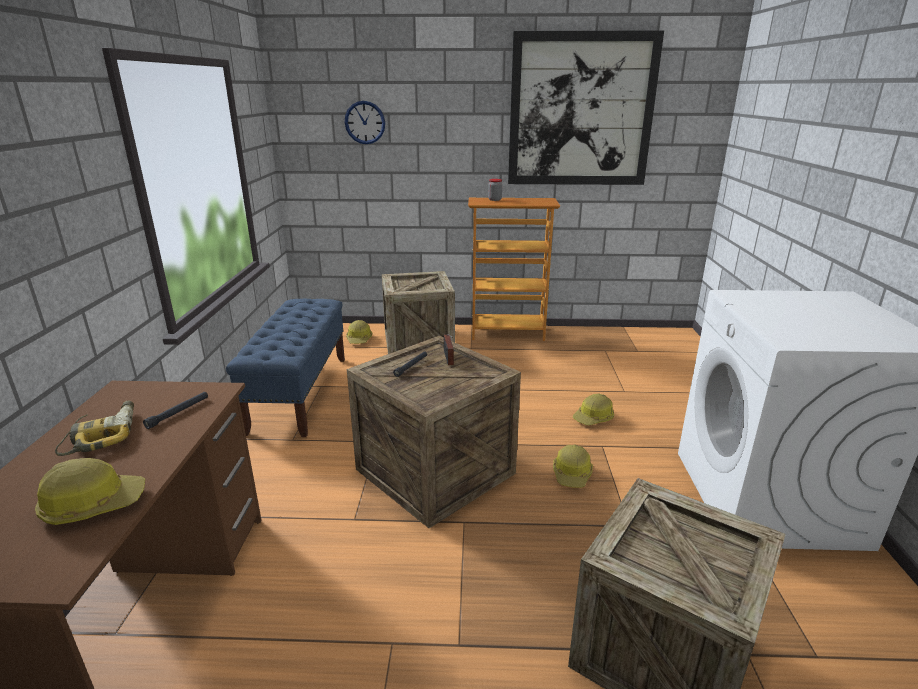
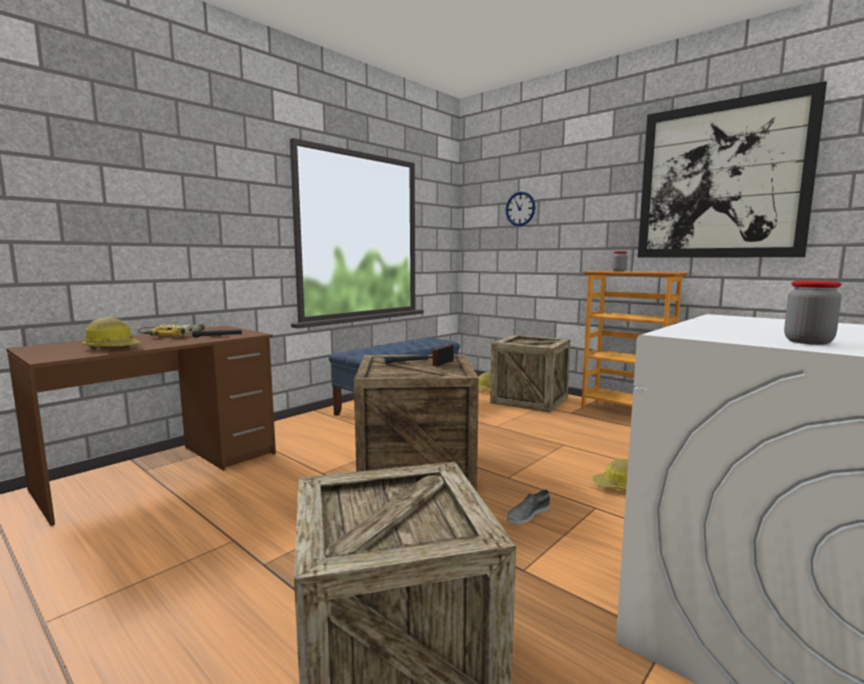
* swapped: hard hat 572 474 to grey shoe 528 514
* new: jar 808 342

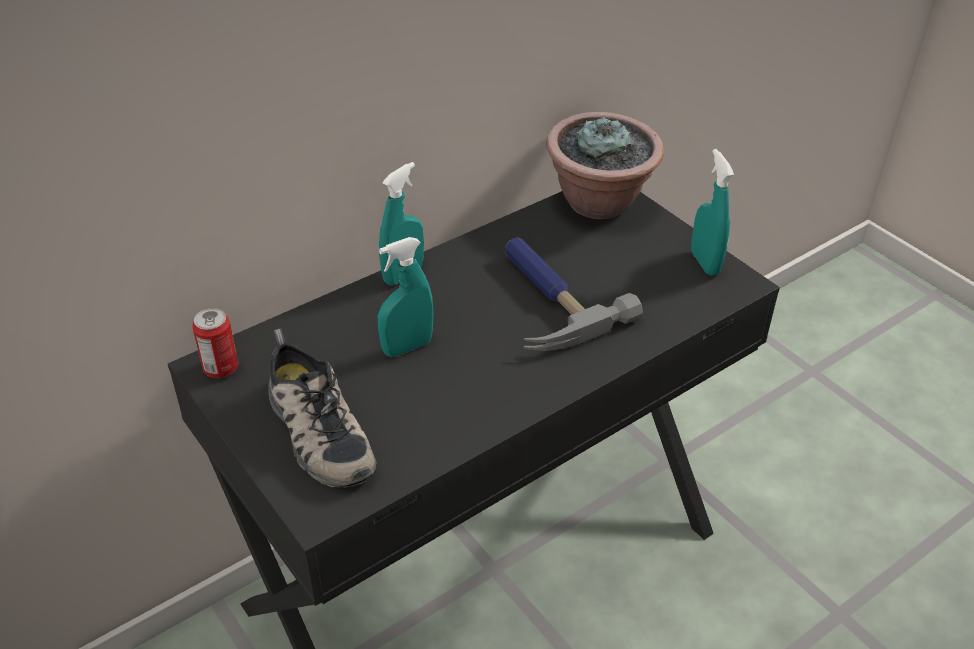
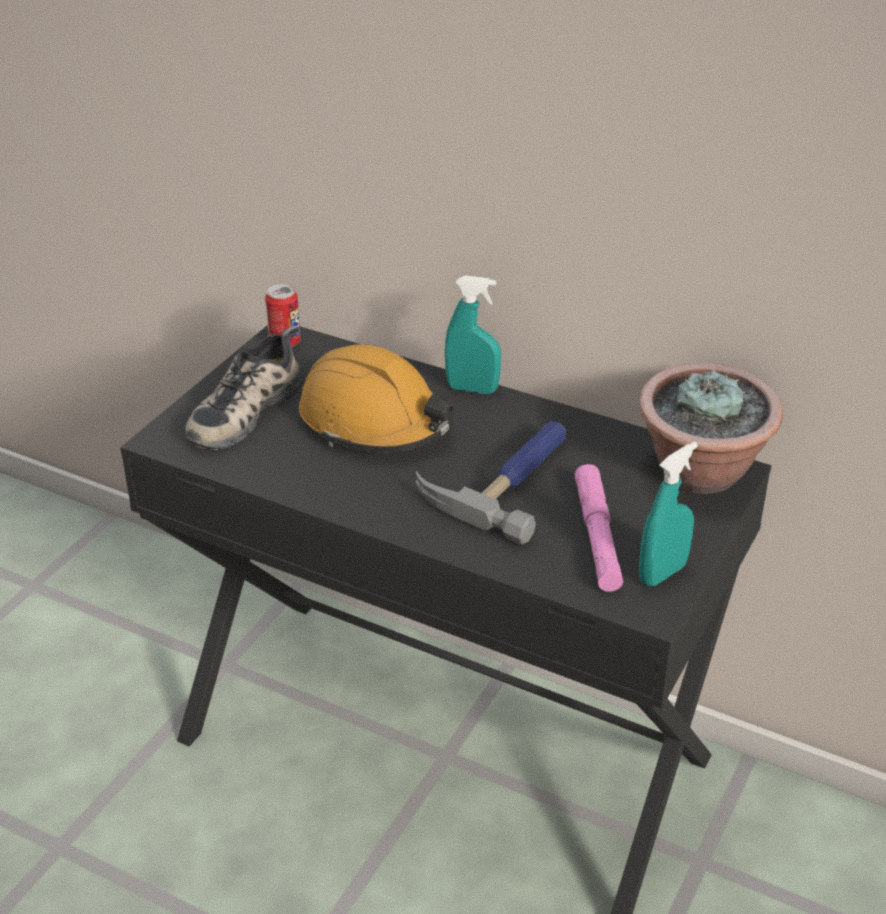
* swapped: turquoise spray bottle 407 347 to orange hard hat 375 422
* new: pink flashlight 597 535

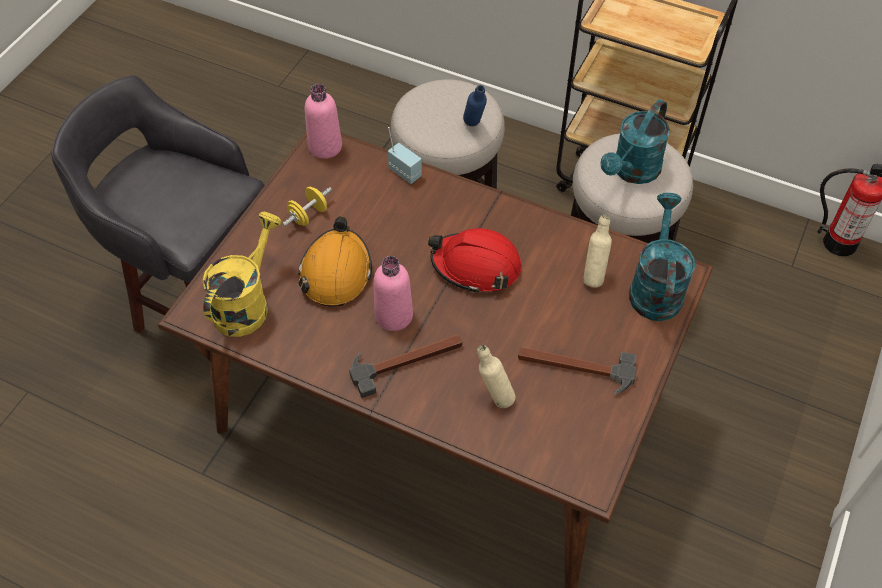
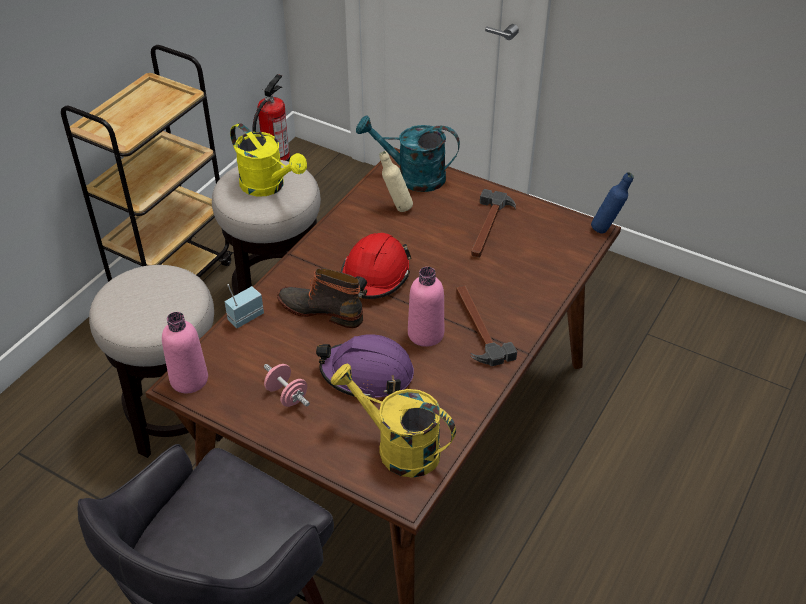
* shifted: blue bottle 474 127 to 606 229
* repainted: turquoise watering can 632 172 to yellow watering can 268 186
* repainted: yellow dumbbell 308 215 to pink dumbbell 287 395
* repainted: orange hard hat 336 272 to purple hard hat 367 374
* gone: beige bottle 494 398
* new: boot 321 309

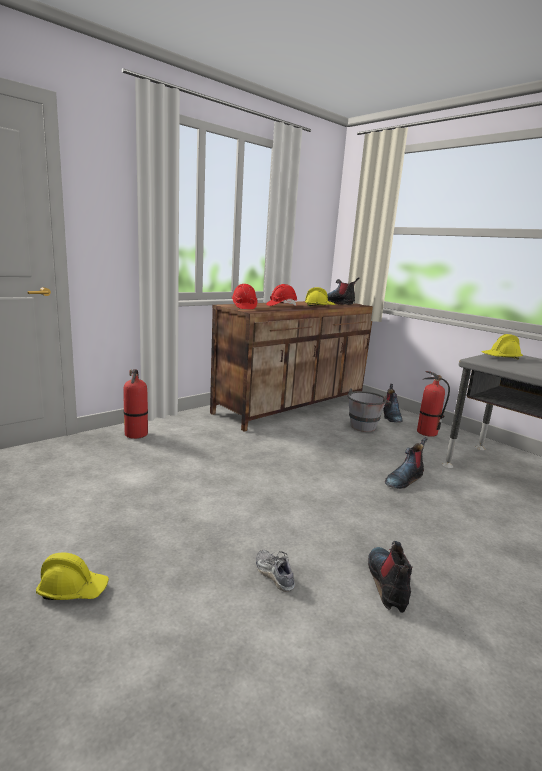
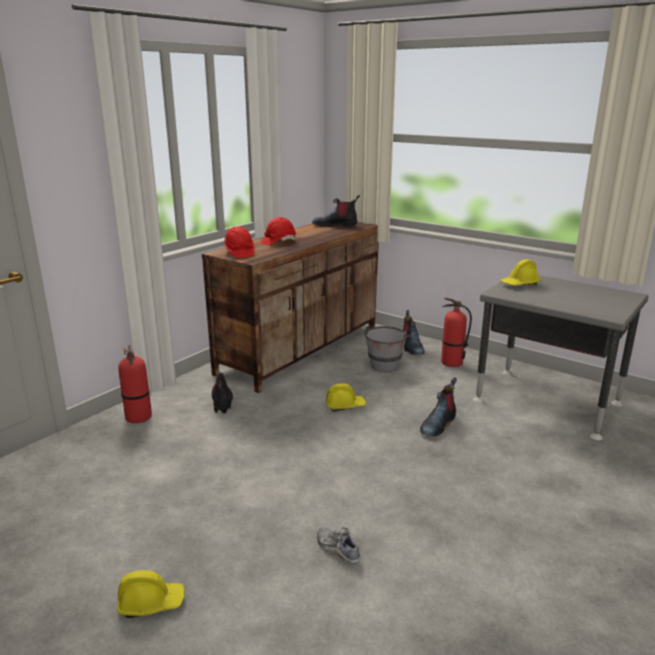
* shifted: yellow hard hat 319 306 to 345 405
* shifted: boot 388 584 to 222 402

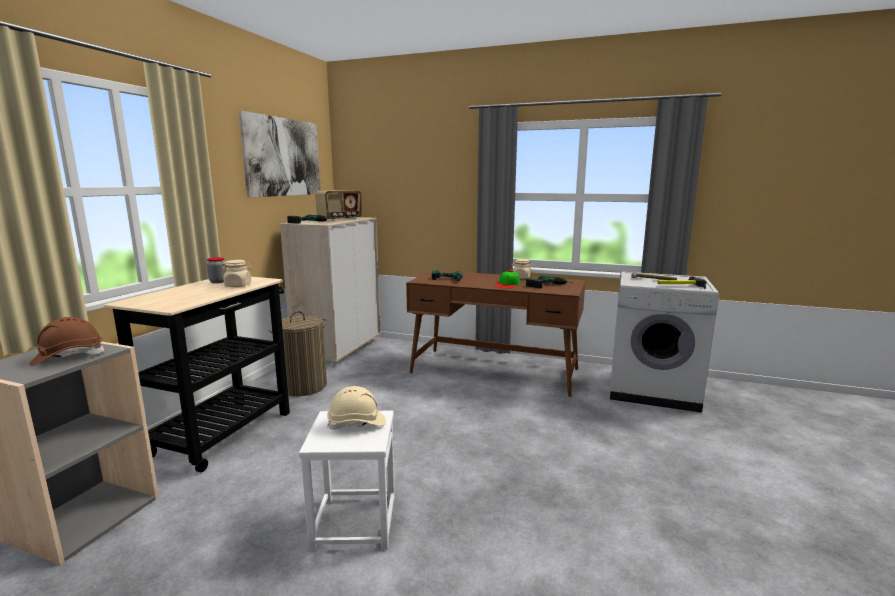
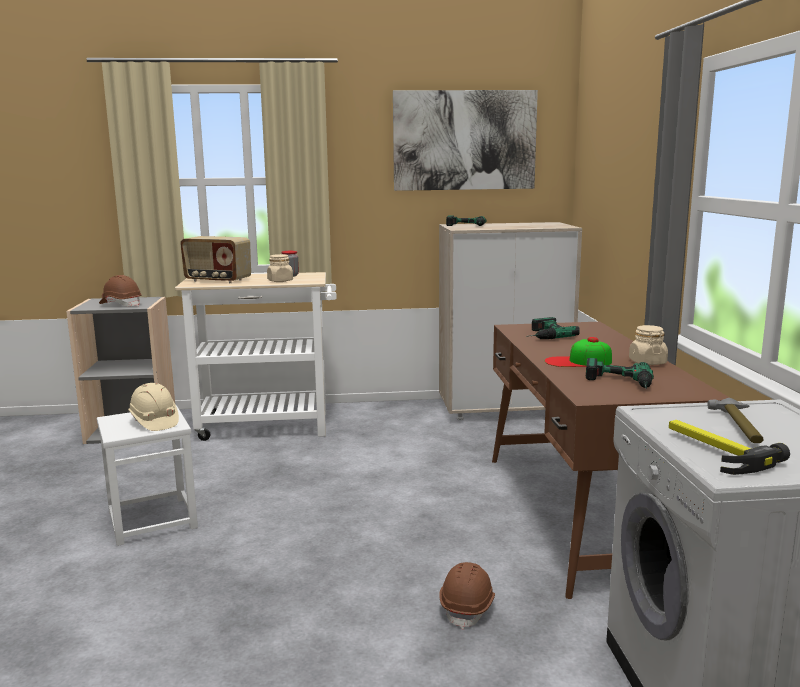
* shifted: radio 340 219 to 217 280
* repainted: black cart 223 433 to white cart 266 426
* gone: laundry basket 303 386
* new: brown hard hat 468 607

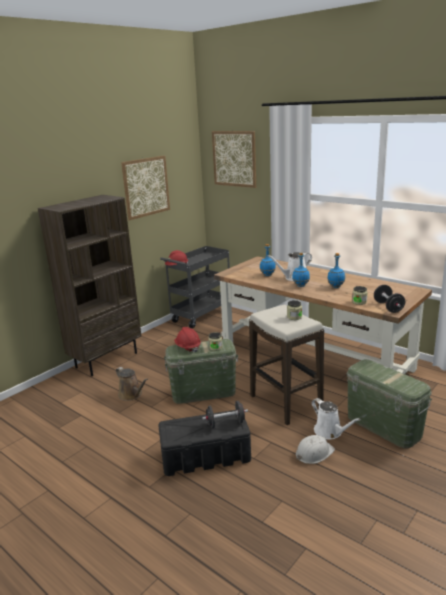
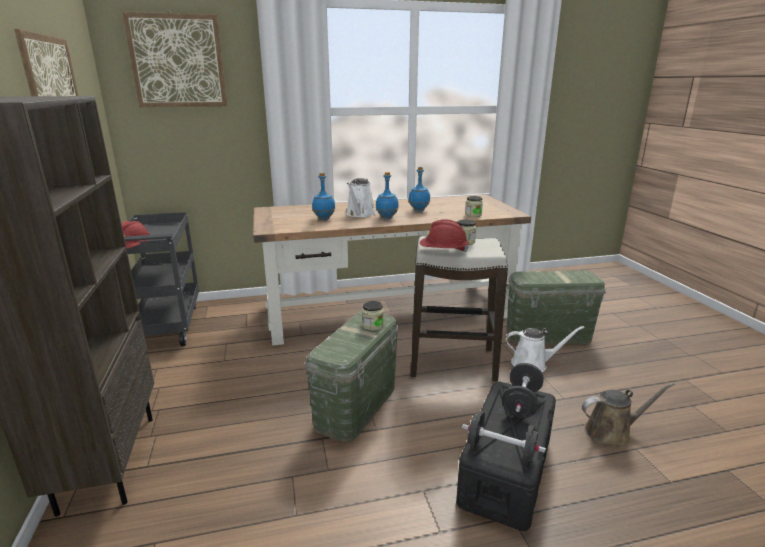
* shifted: black dumbbell 388 307 to 500 453
* shifted: red hard hat 188 347 to 443 252
* shifted: brown watering can 132 395 to 611 433
* gone: white hard hat 314 453

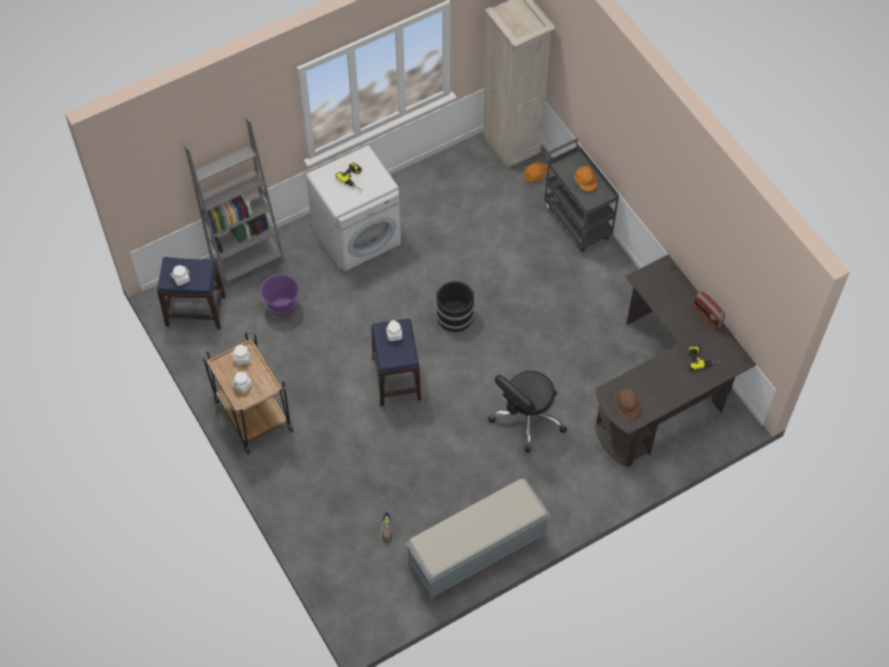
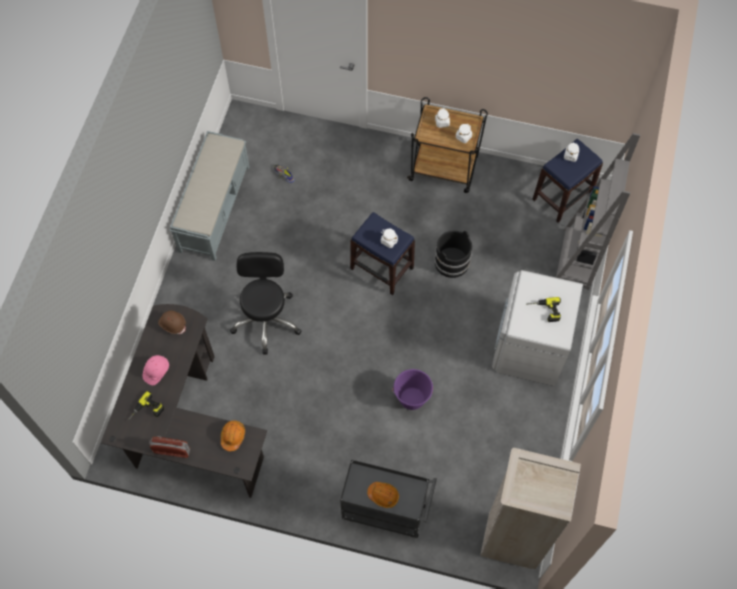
* shifted: orange hard hat 536 174 to 233 436
* shifted: purple bucket 282 307 to 412 399
* shifted: black bucket 455 316 to 451 262
* new: pink hard hat 156 371

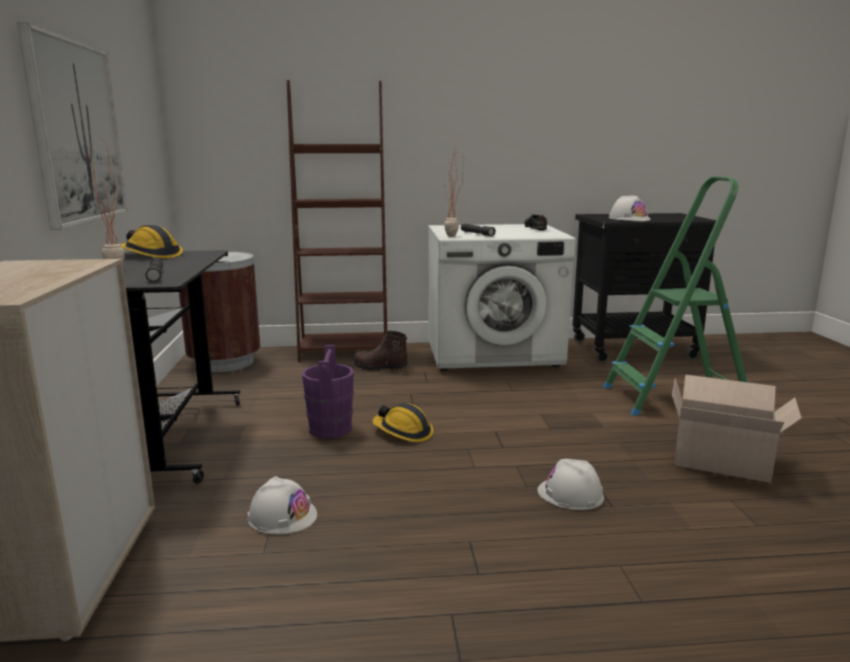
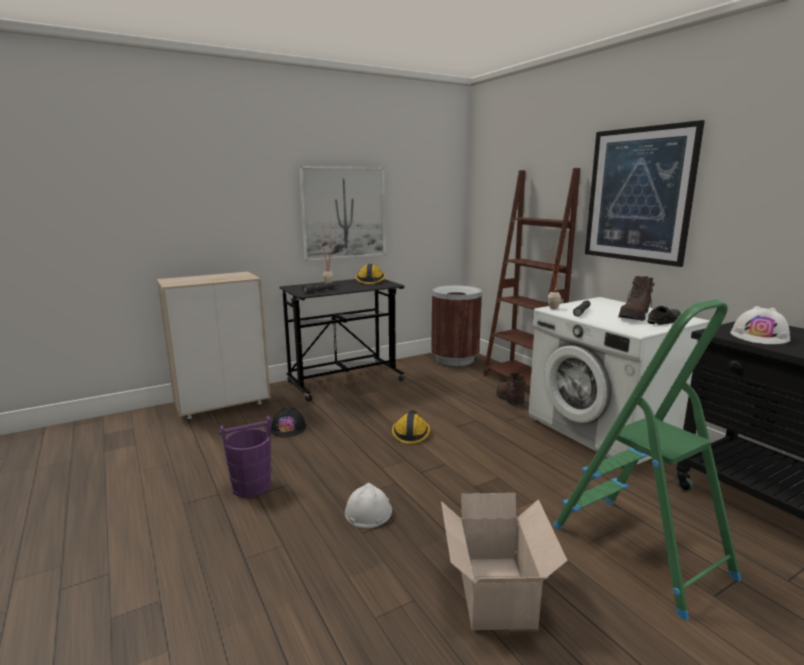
* shifted: purple bucket 330 428 to 252 486
* repainted: white hard hat 282 516 to black hard hat 288 428
* new: picture 638 195
* new: brown boot 635 316

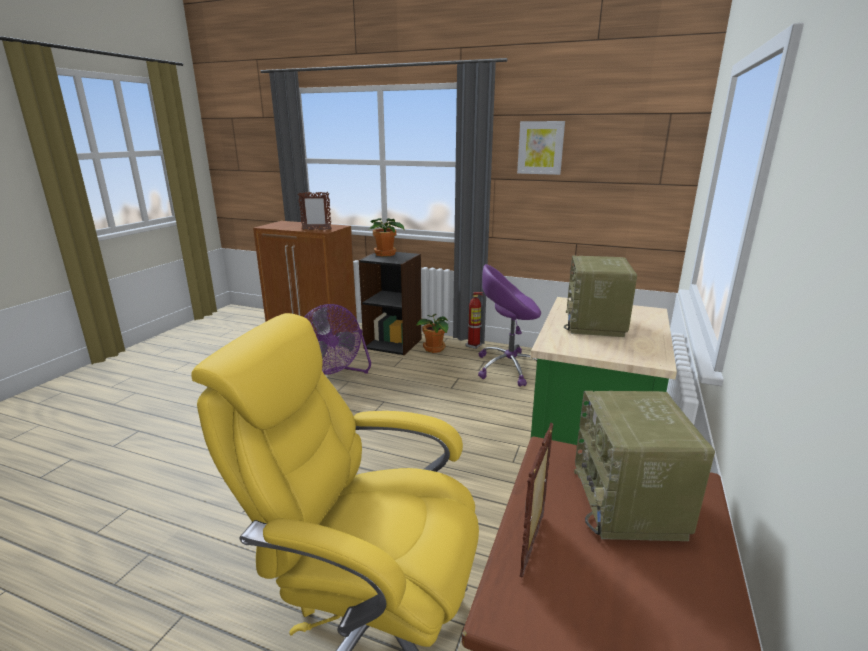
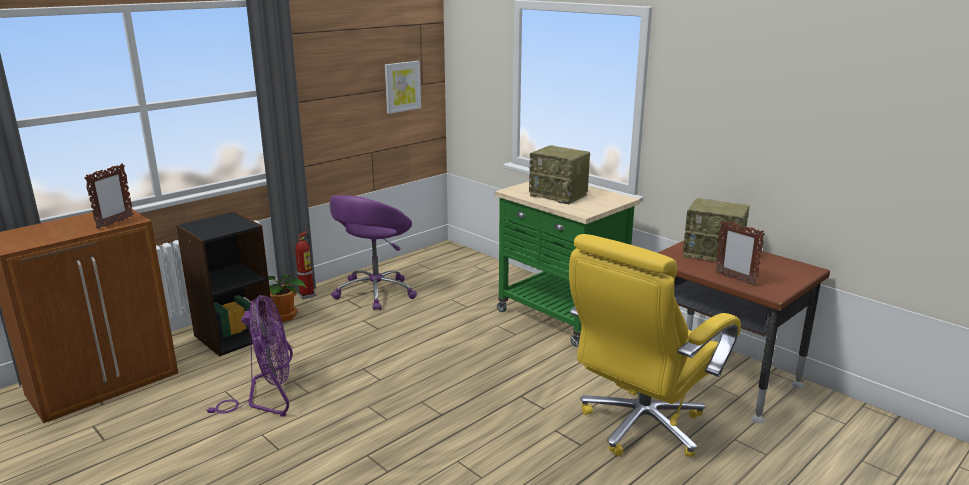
* shifted: picture 540 148 to 402 86
* gone: potted plant 385 254

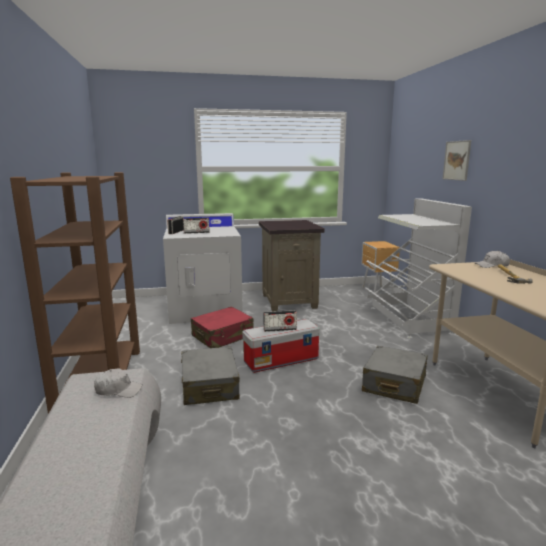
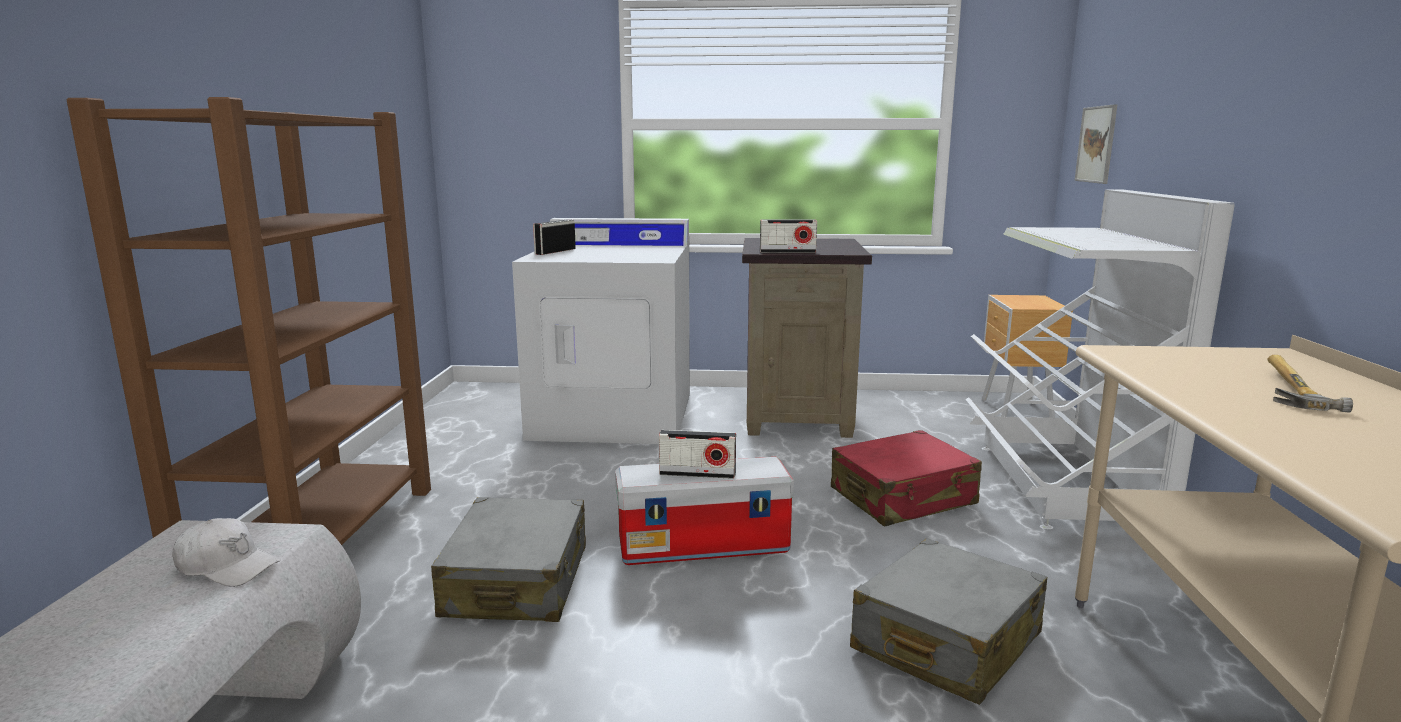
* shifted: picture 456 160 to 1096 144
* shifted: radio 196 232 to 787 252
* gone: white cap 492 265
* shifted: red suitcase 223 336 to 903 497

